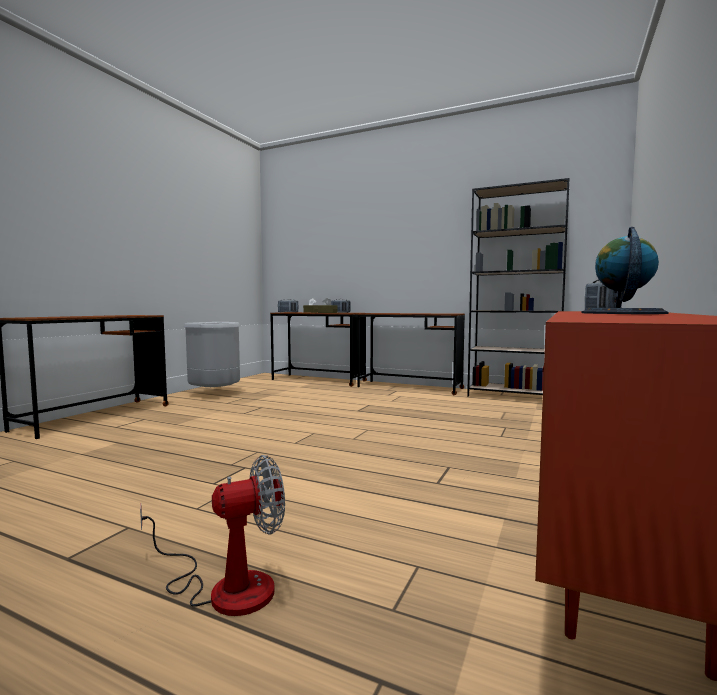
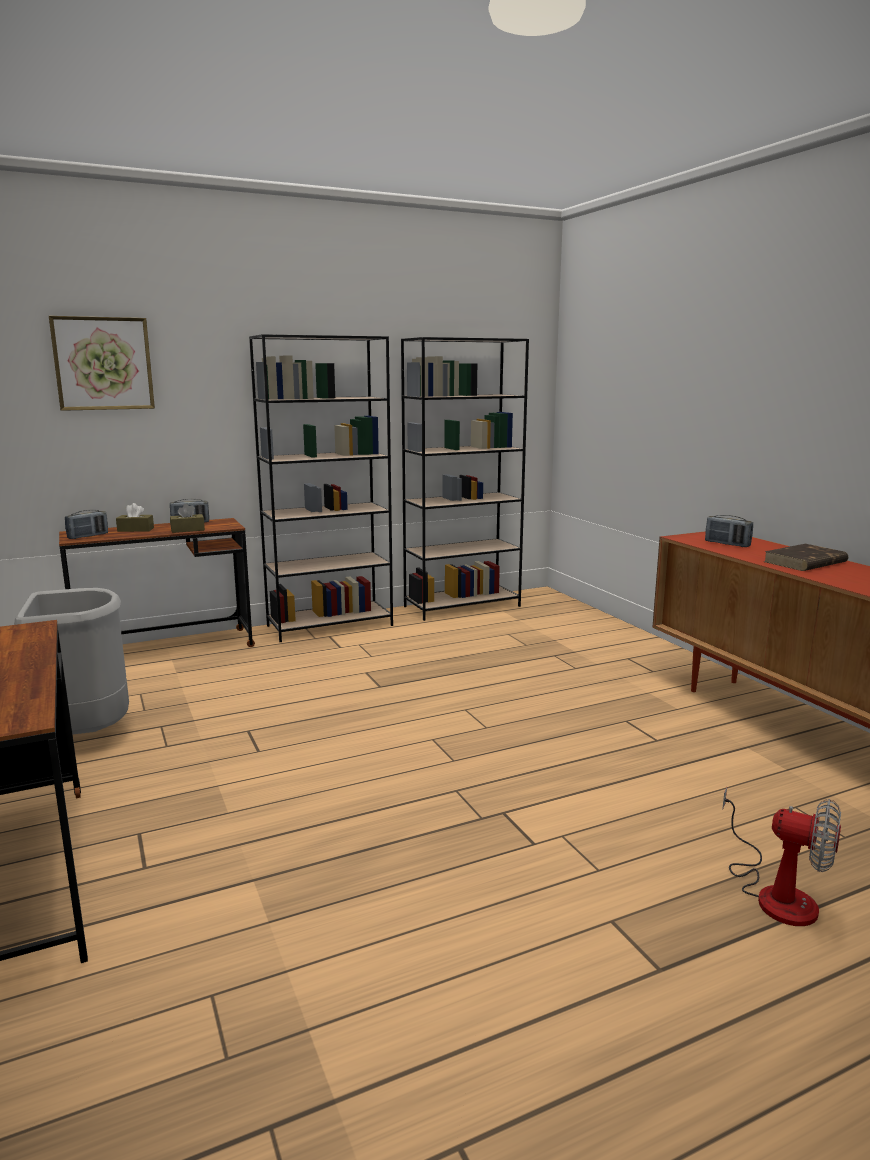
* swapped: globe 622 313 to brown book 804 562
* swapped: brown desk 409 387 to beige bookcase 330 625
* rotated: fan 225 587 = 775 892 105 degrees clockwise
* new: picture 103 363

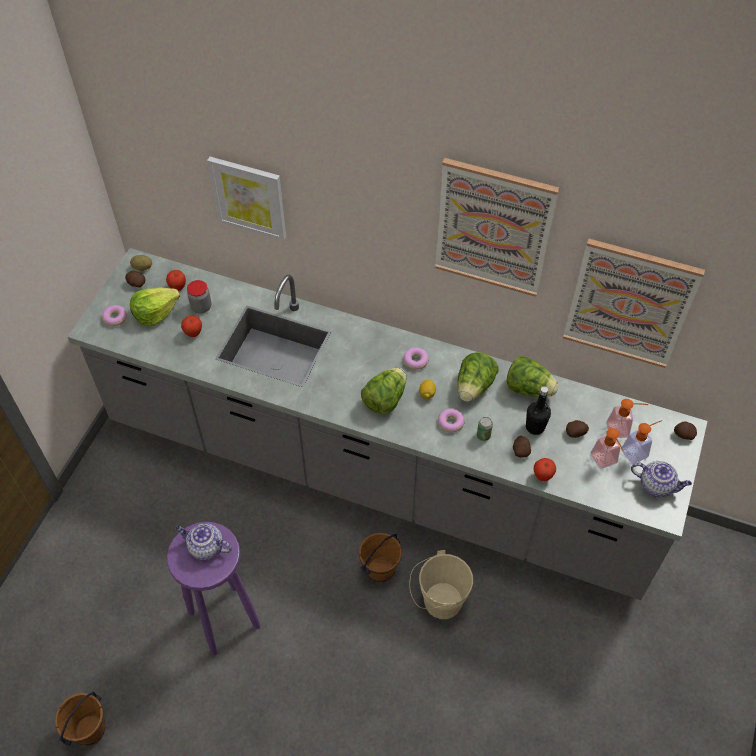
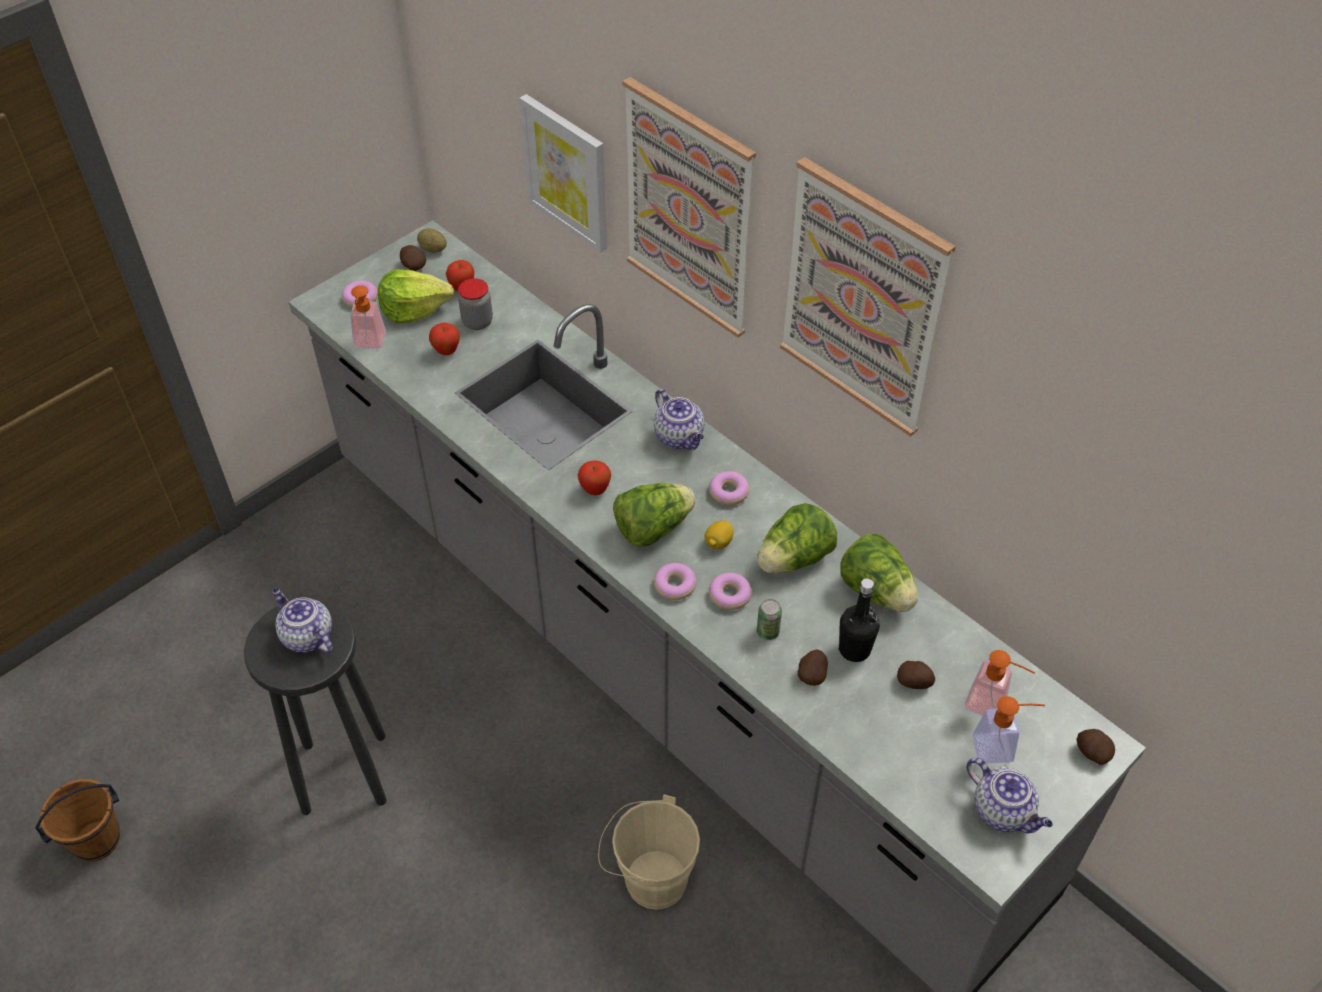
* shifted: picture 629 303 to 689 209
* shifted: soap dispenser 606 462 to 369 344
* shifted: apple 542 476 to 595 490
* repainted: purple stool 225 619 to black stool 345 773
* gone: brown bucket 379 569
* new: teapot 680 437
* new: donut 675 585

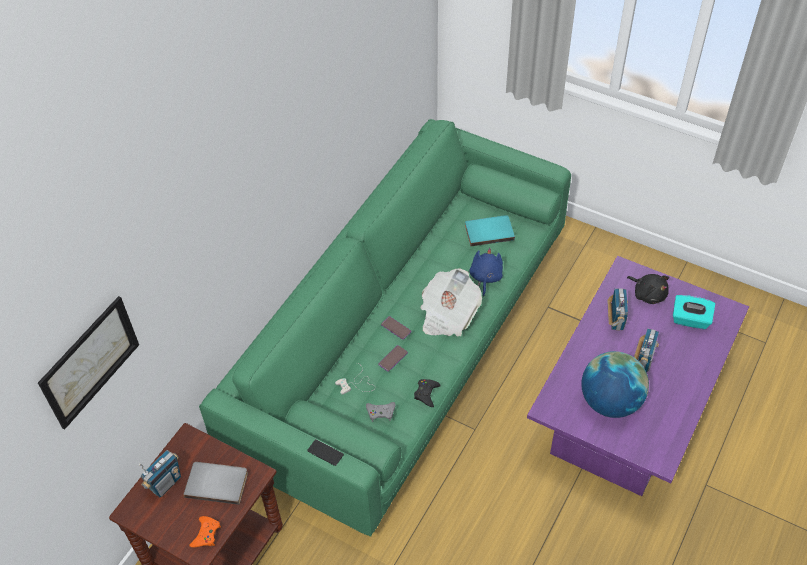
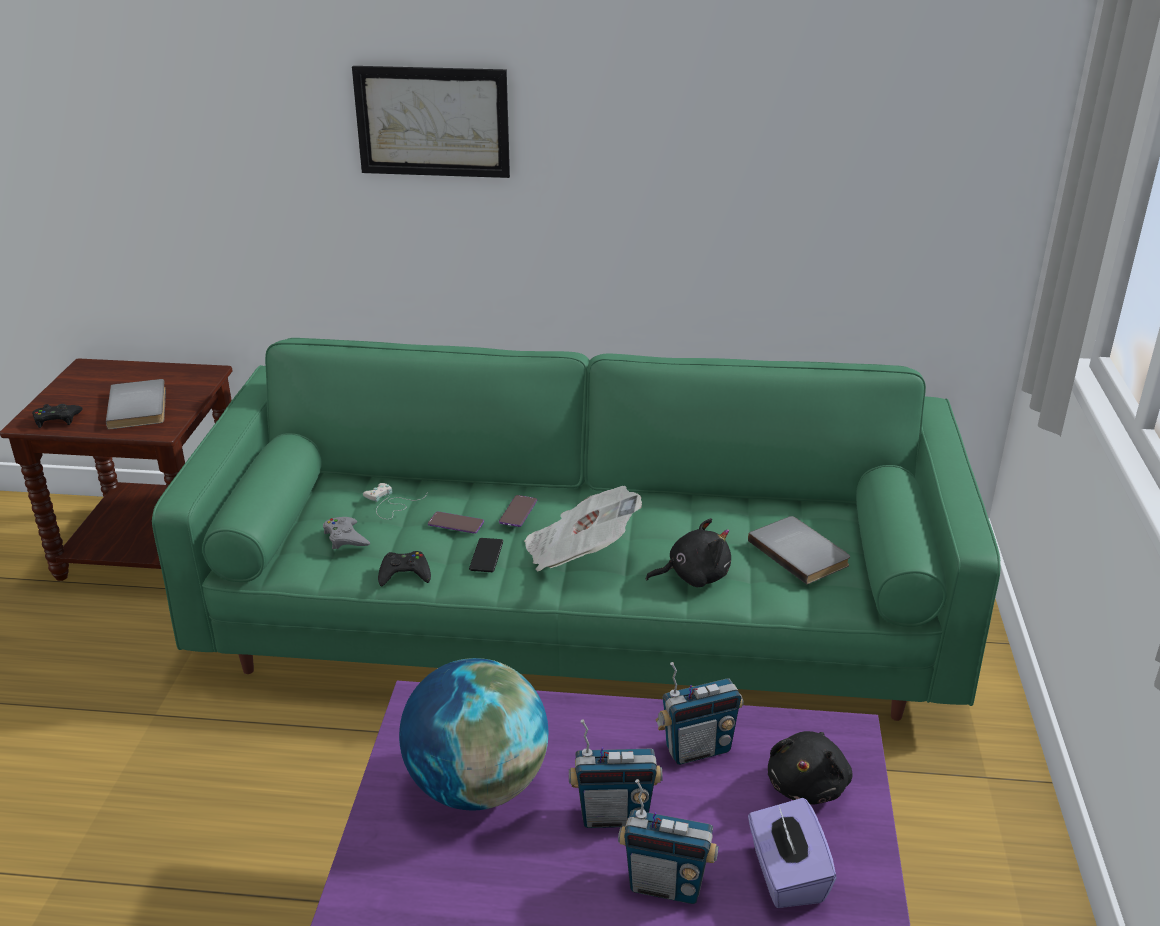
* repainted: turquoise book 489 231 to grey book 801 552
* repainted: blue plush toy 485 278 to black plush toy 693 576
* repainted: turquoise tissue box 690 320 to purple tissue box 786 875
* shifted: picture 90 362 to 432 122
* shifted: phone 325 453 to 486 556
* shifted: radio 165 483 to 665 885
* repainted: orange game controller 206 534 to black game controller 57 419

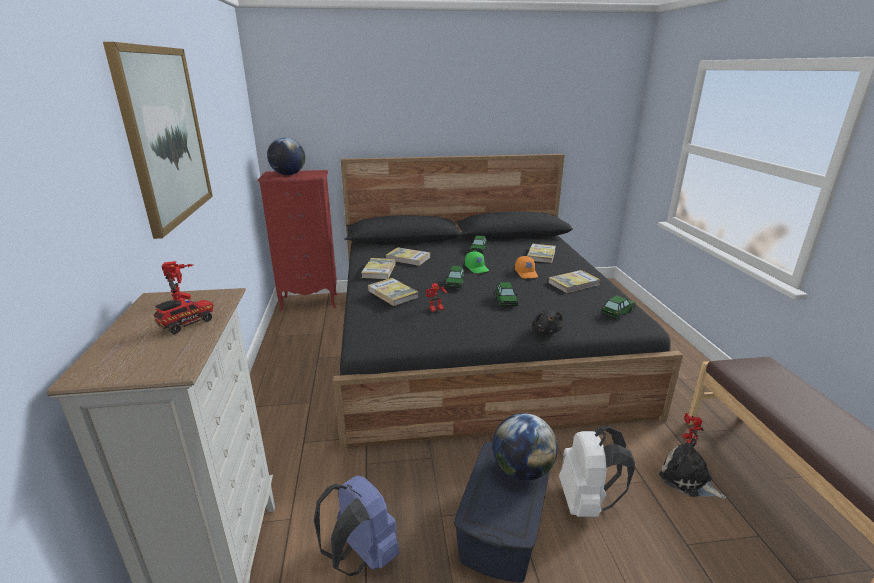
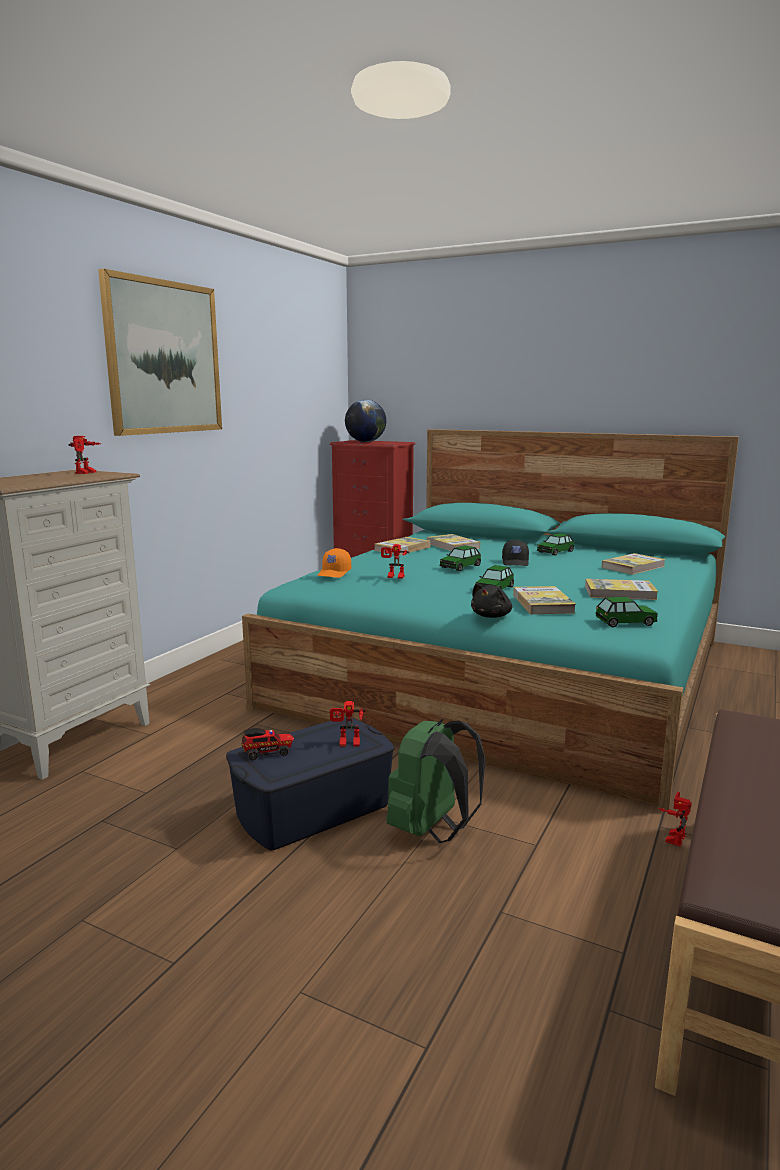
* repainted: black bed 474 342 to turquoise bed 508 671
* repainted: green cap 477 268 to black cap 516 562
* shifted: orange cap 526 273 to 334 573
* shifted: book 392 294 to 542 604
* shifted: toy truck 188 323 to 268 753
* swapped: globe 522 470 to toy robot 348 744
* repainted: white backpack 586 502 to green backpack 432 830
* gone: plush toy 688 480
* gone: blue backpack 361 556

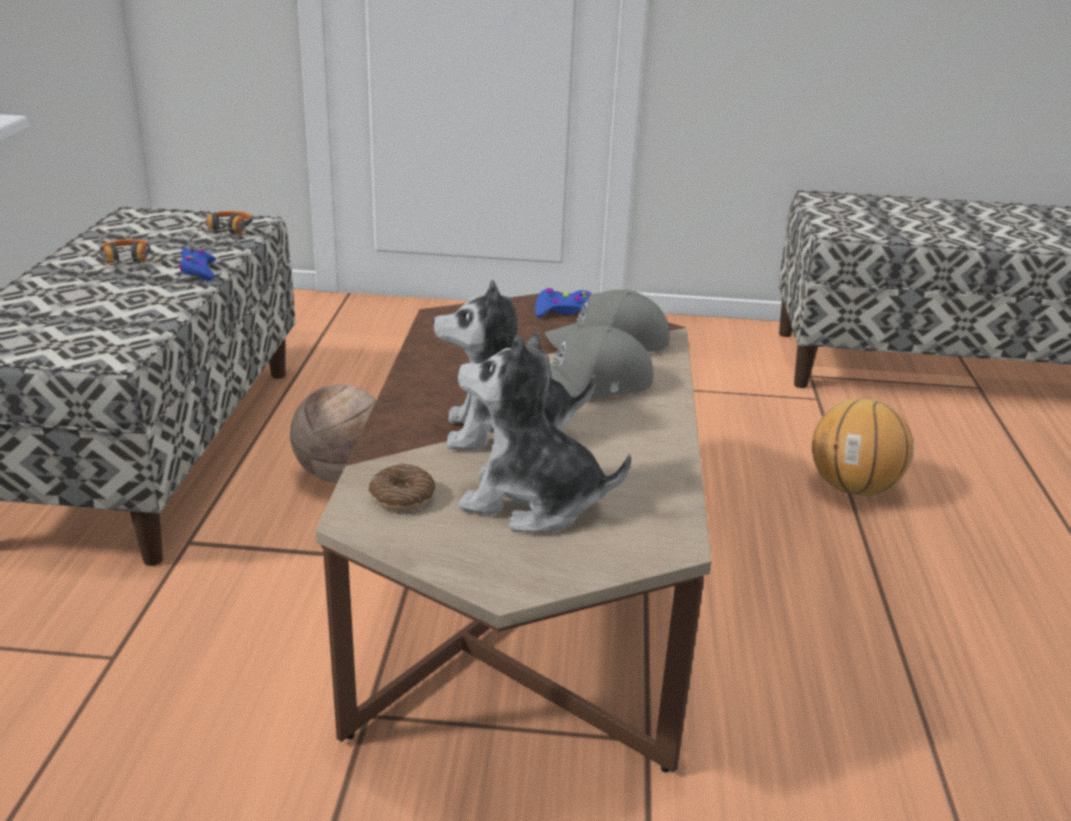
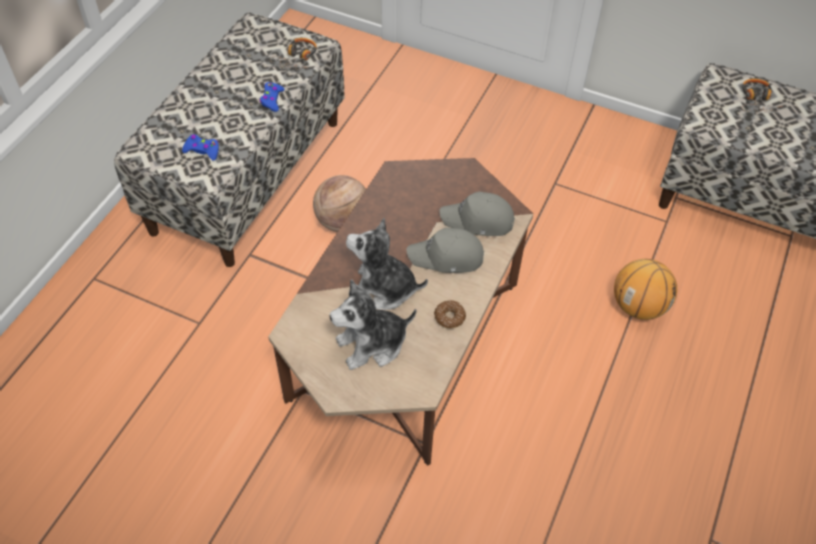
* shifted: headphones 126 266 to 757 101
* shifted: blue game controller 565 312 to 202 150
* rotated: plush toy 532 502 = 372 344 60 degrees counterclockwise
* shifted: donut 402 497 to 449 317

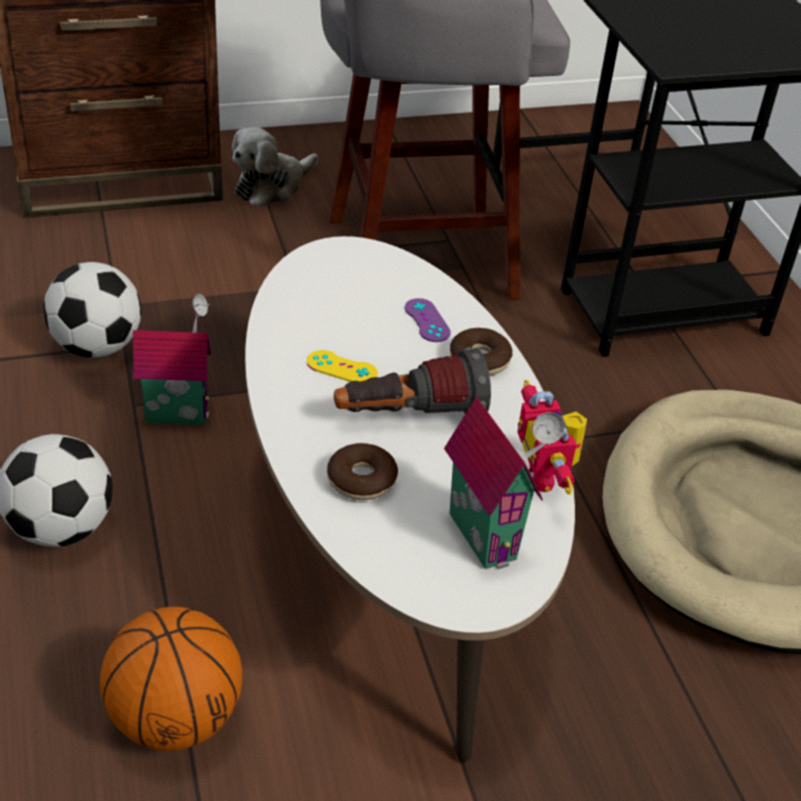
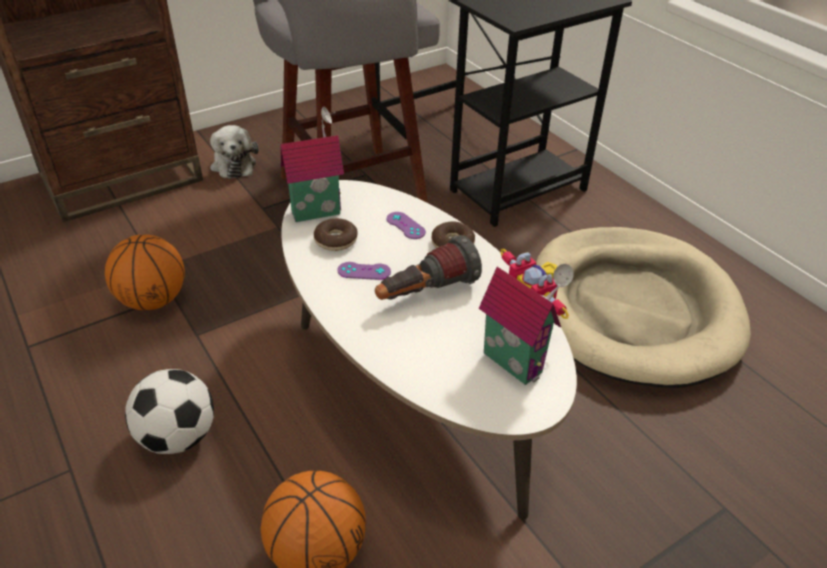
* rotated: plush toy 272 186 = 233 164 45 degrees counterclockwise
* swapped: football 97 346 to basketball 153 300
* shifted: toy house 177 412 to 315 210
* repainted: yellow game controller 342 368 to purple game controller 364 271
* shifted: donut 361 480 to 336 240

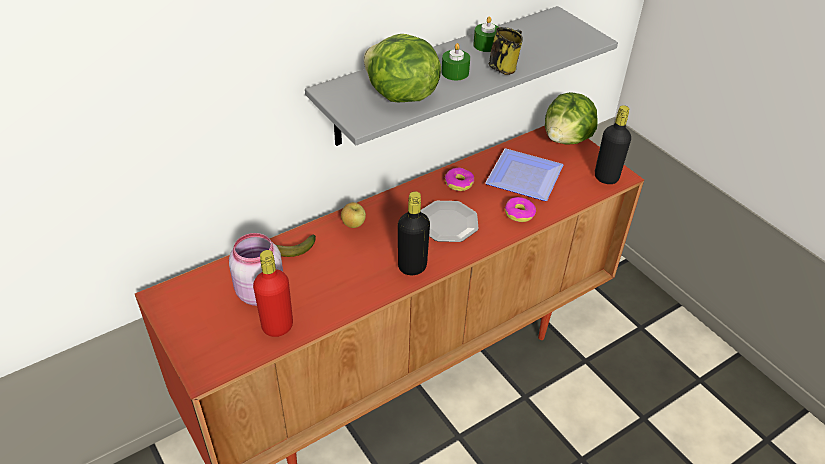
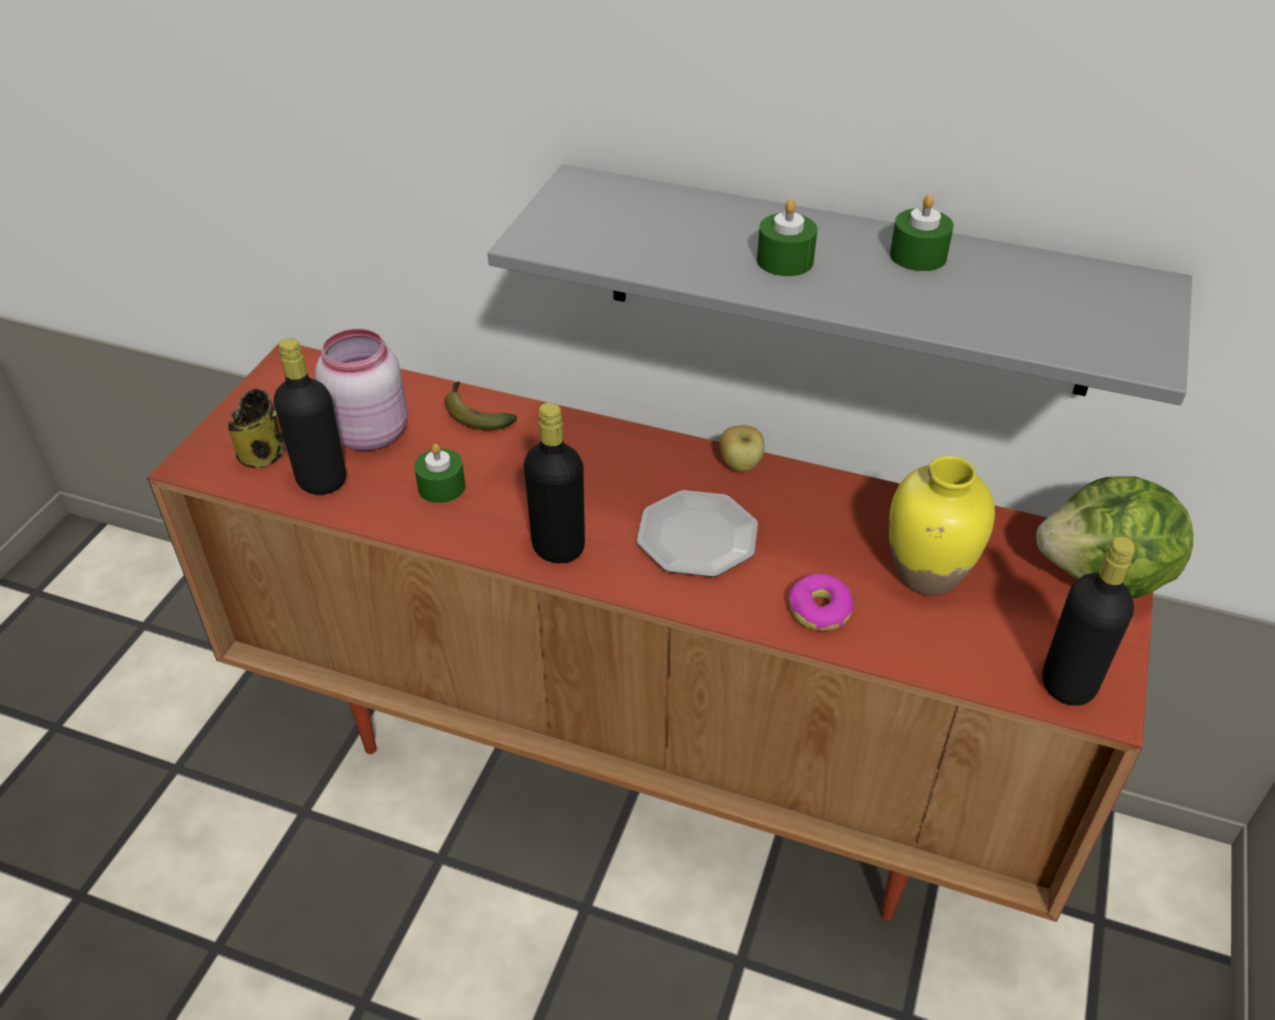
* shifted: mug 504 67 to 265 454
* gone: lettuce 400 96
* swapped: plate 527 176 to yellow vase 928 574
* gone: donut 459 183
* shifted: apple 353 224 to 740 466
* repainted: red bottle 277 326 to black bottle 322 481
* new: green candle 441 487

